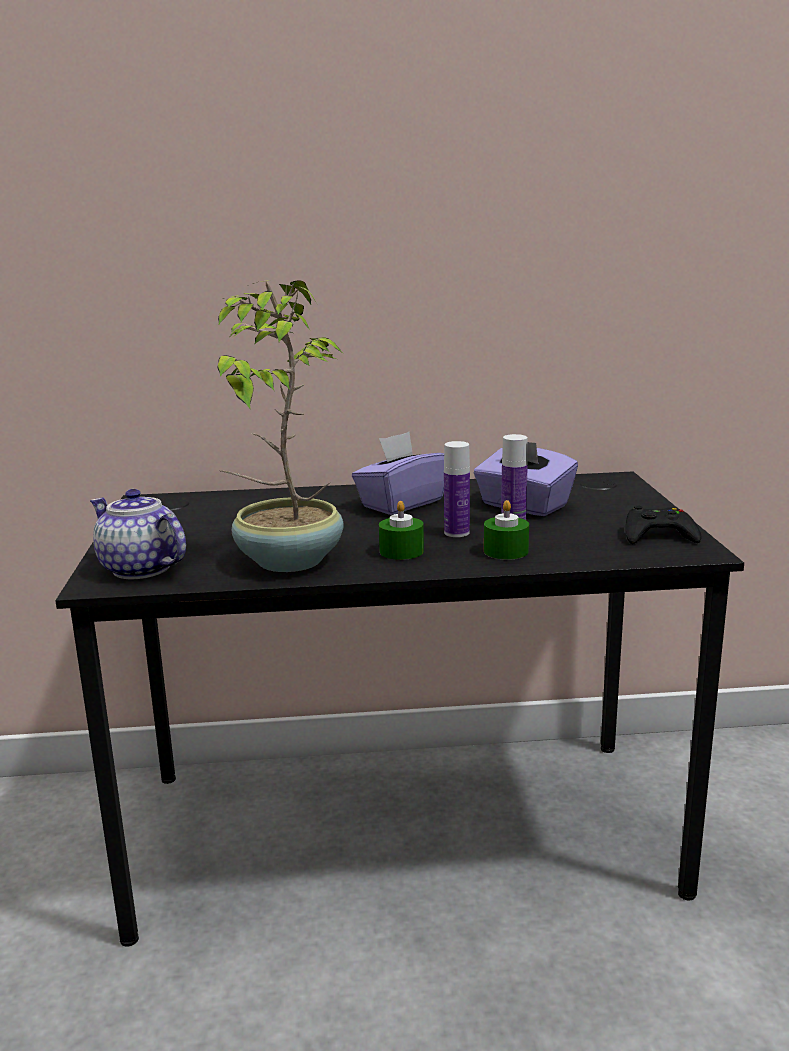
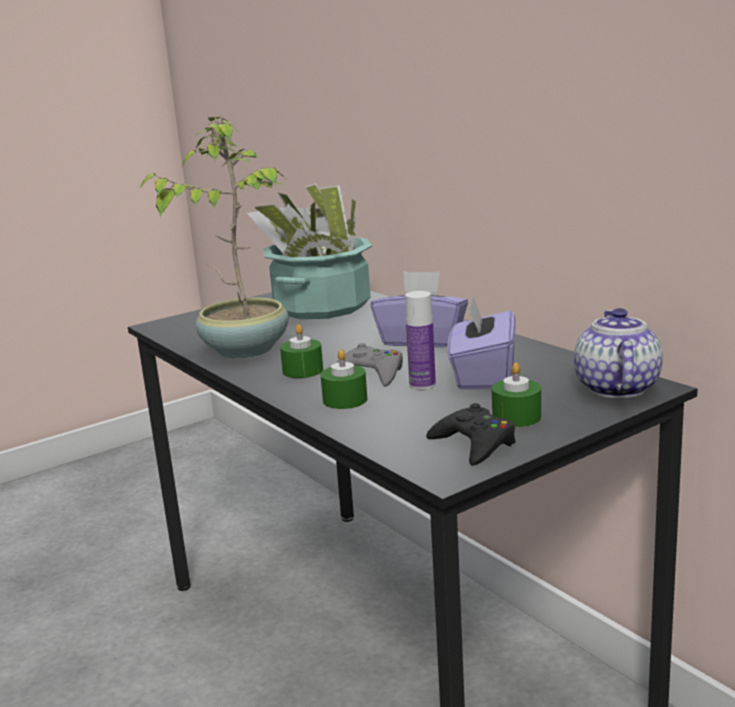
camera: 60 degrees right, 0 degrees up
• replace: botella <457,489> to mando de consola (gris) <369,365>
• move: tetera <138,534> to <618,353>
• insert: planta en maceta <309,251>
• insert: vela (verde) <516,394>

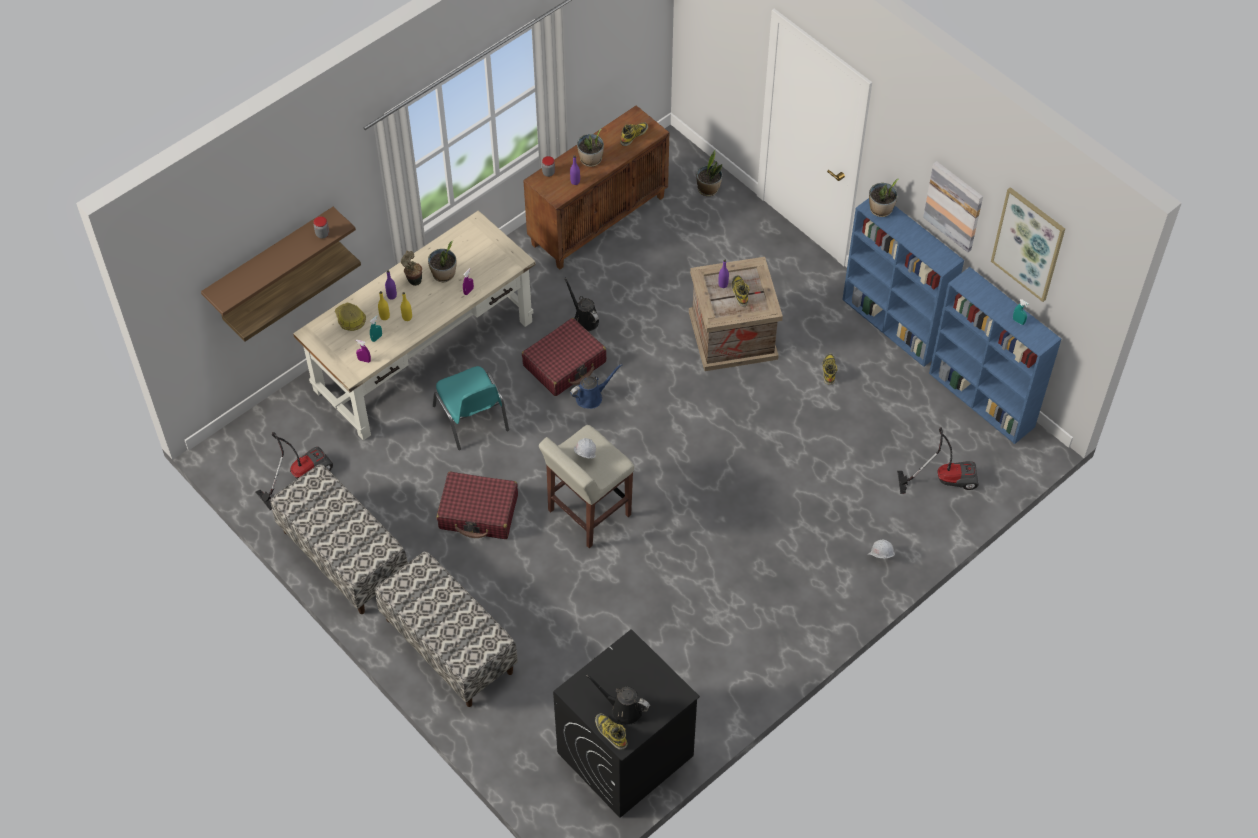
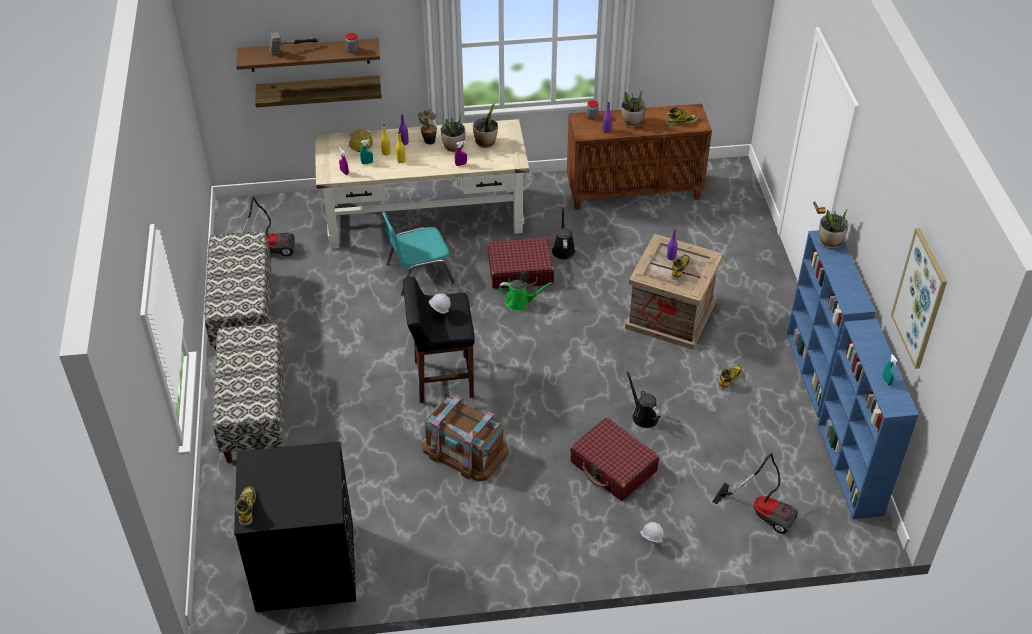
camera: 35 degrees right, 10 degrees down
• move: planta en maceta <709,173> to <485,125>
• delete: cuadro <953,206>
• recolor: regadera (azul) <596,386> to regadera (verde) <526,295>
• rotate: silla (turquesa) <471,408> = <418,254> 60 degrees clockwise
• recolor: taburete (beis) <586,486> to taburete (negro) <439,340>
• move: maleta (rojo) <477,505> to <614,459>
• move: regadera (negro) <618,700> to <643,399>
• insert: martillo <295,43>
• insert: caja de almacenaje (marrón) <465,439>

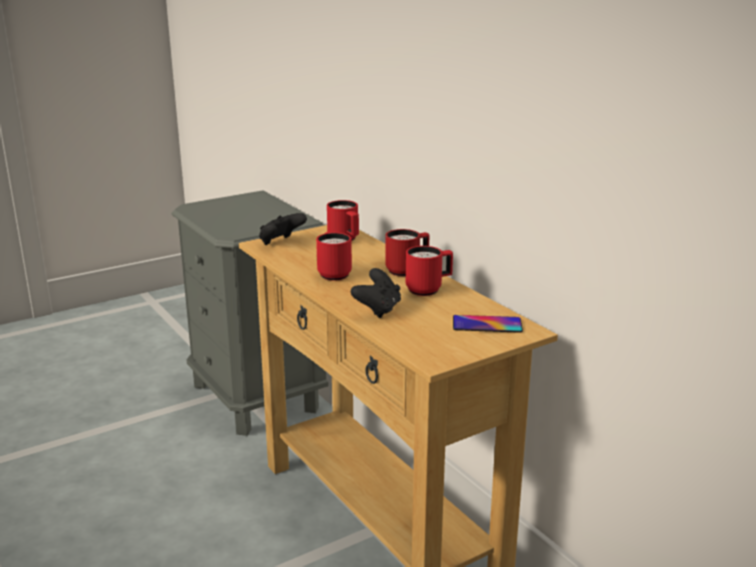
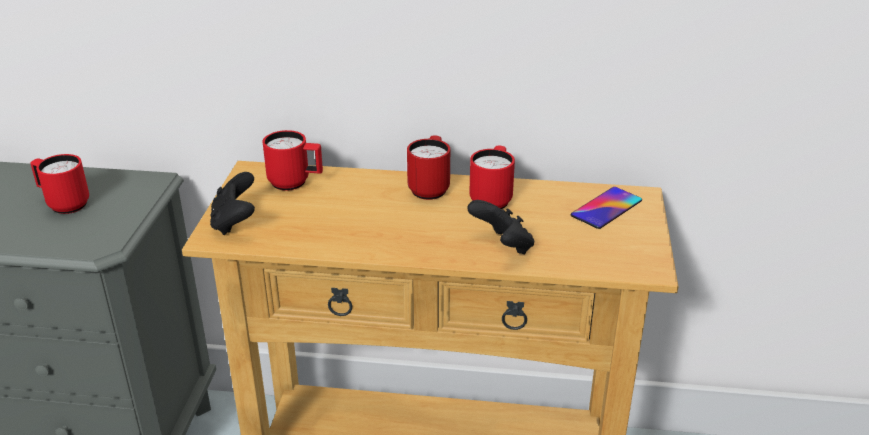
camera: 50 degrees left, 10 degrees up
• move: taza grande (rojo) <334,256> to <59,184>

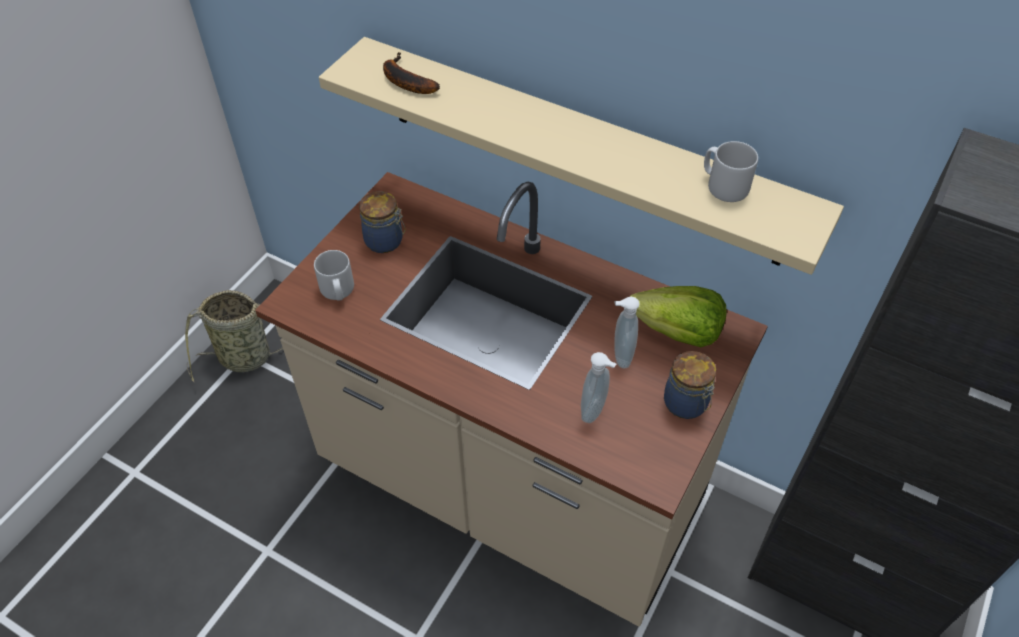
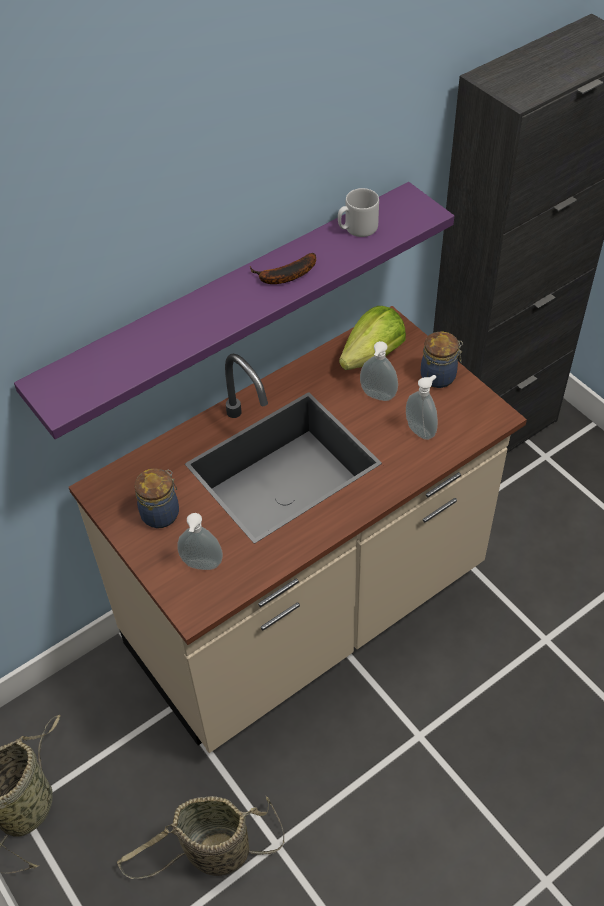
camera: 65 degrees left, 0 degrees up
• recolor: estante (beis) <581,156> to estante (morado) <234,310>
• move: plátano <411,73> to <283,268>
• replace: taza grande (gris) <334,275> to dispensador de jabón <200,541>
• insert: cesta <201,837>

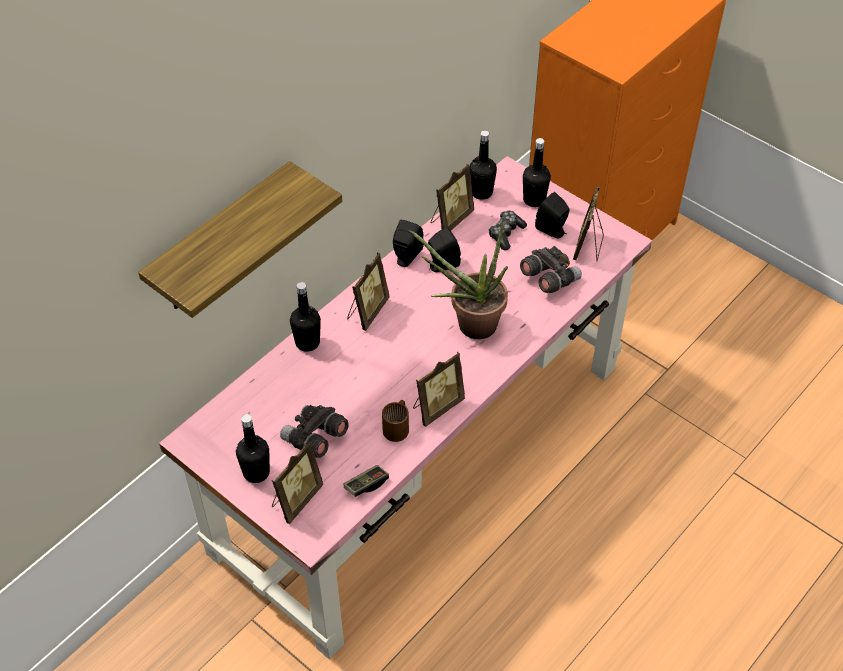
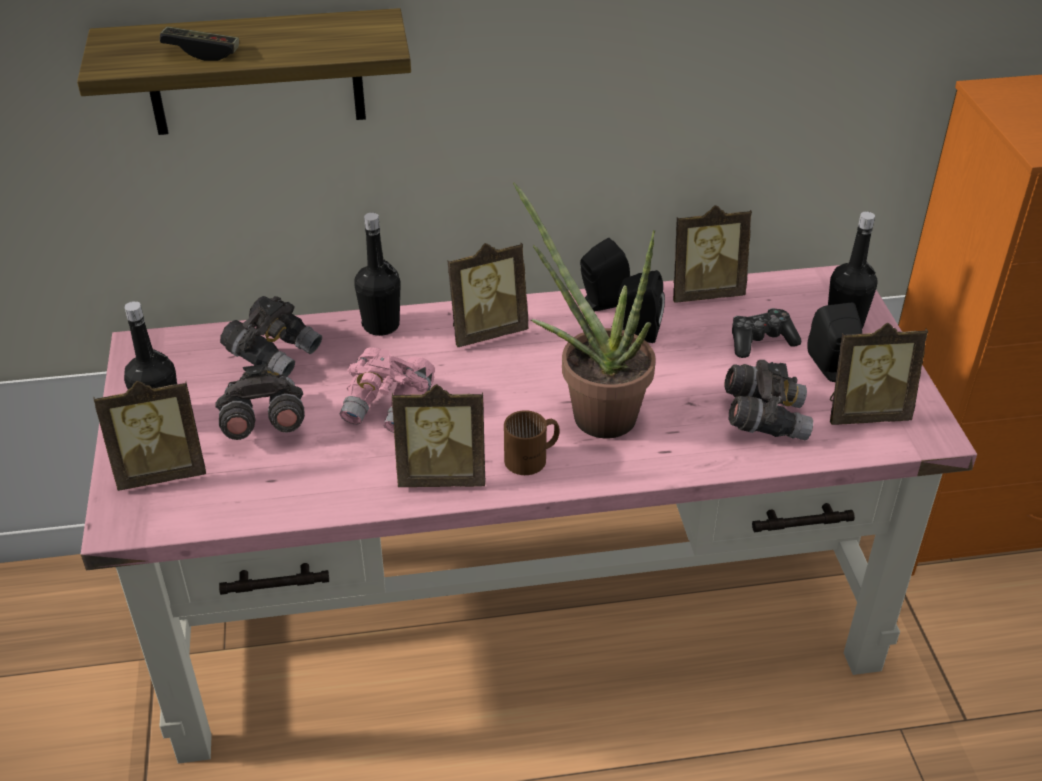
camera: 40 degrees right, 10 degrees down
• delete: botella (negro) <483,165>
• rotate: portarretratos <588,224> = <879,374> 150 degrees counterclockwise
• move: taza grande (marrón) <395,421> to <532,442>
• move: mando de consola <366,481> to <199,43>
• insert: prismáticos (gris) <271,336>
• insert: prismáticos (rosa) <387,390>

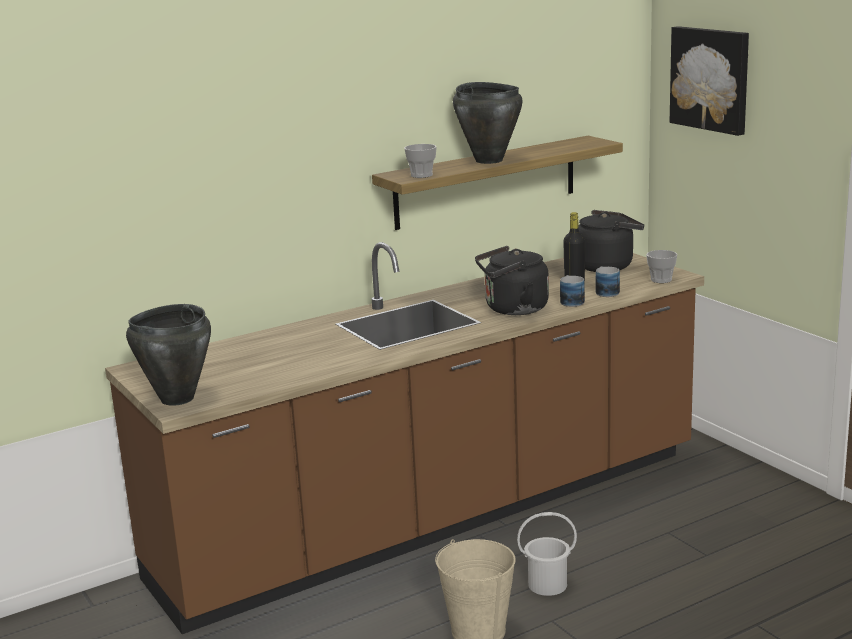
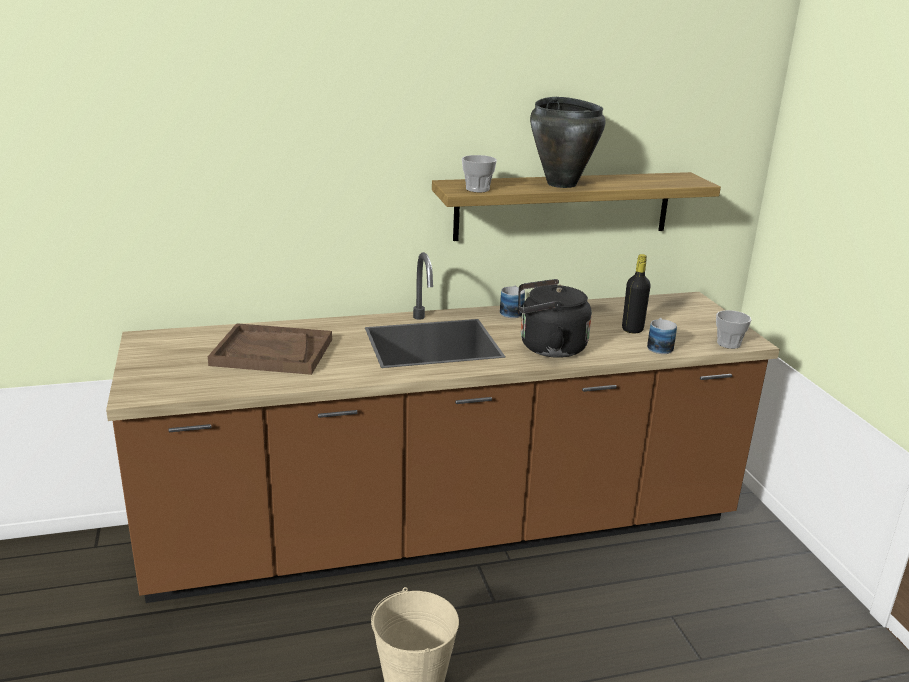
camera: 15 degrees right, 5 degrees up
• delete: cuadro <709,81>
• delete: hervidor (negro) <611,241>
• move: taza grande <572,291> to <512,301>
• delete: olla (negro) <168,355>
• delete: cubo (blanco) <547,554>
• insert: bandeja (marrón) <270,349>

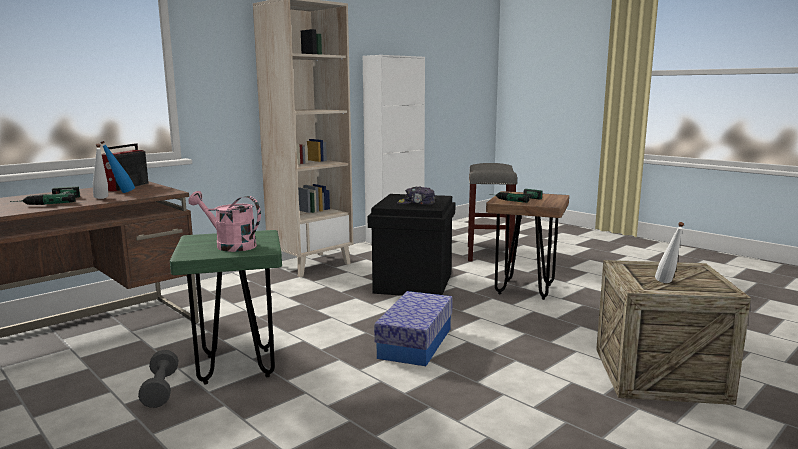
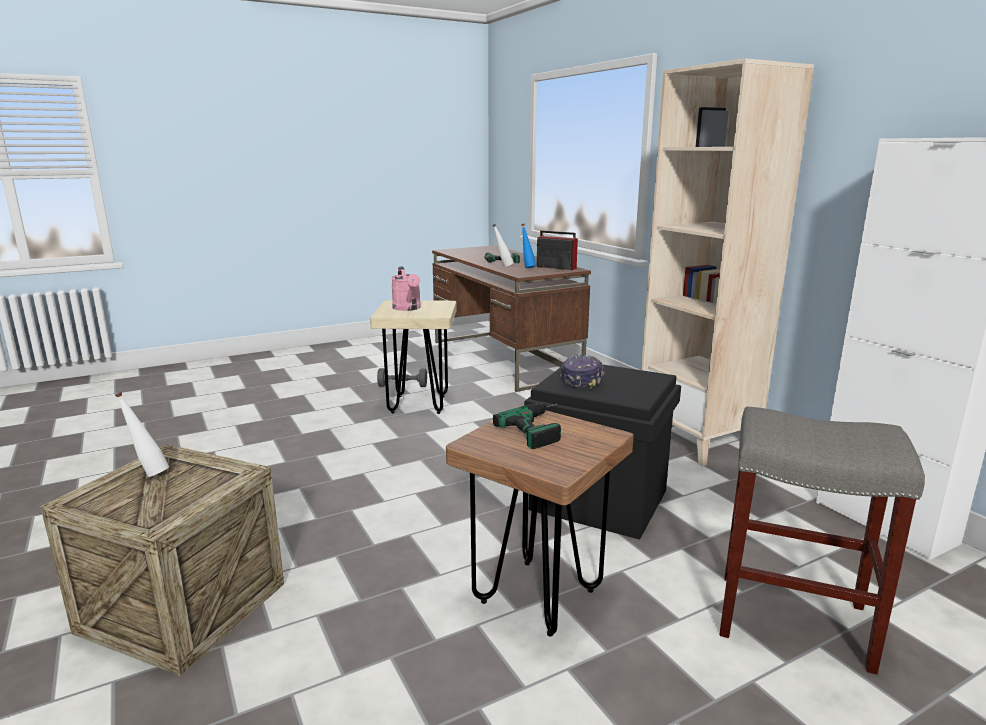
camera: 105 degrees right, 5 degrees up
• rotate: regadera (rosa) <224,221> = <406,289> 120 degrees clockwise
• recolor: taburete (verde) <226,307> to taburete (beis) <413,357>
• delete: caja de almacenaje <413,328>

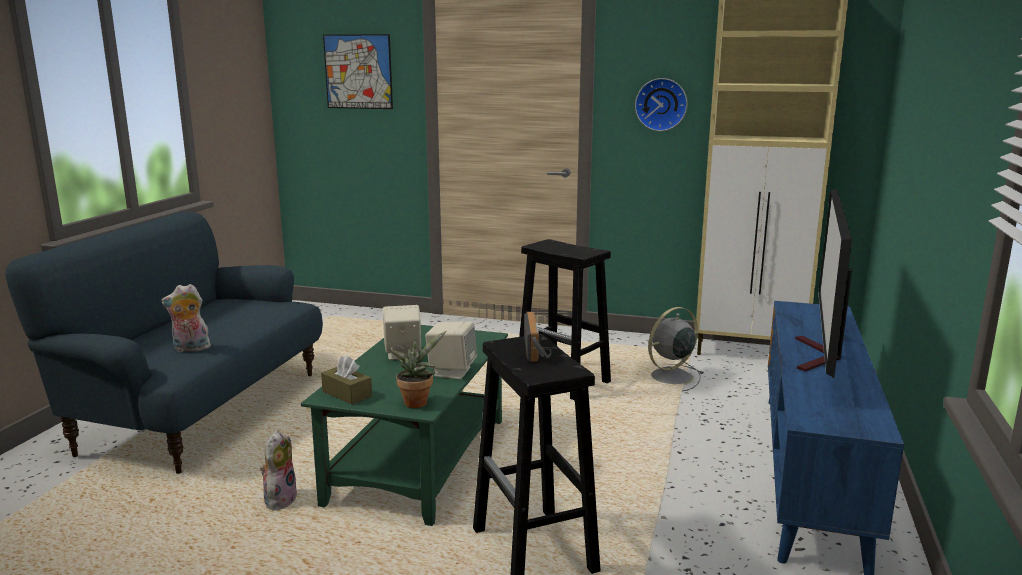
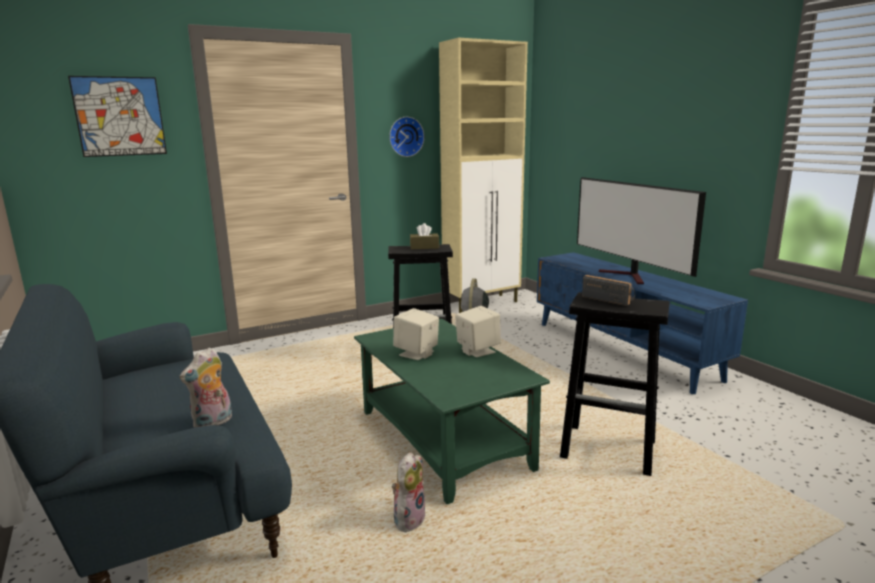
camera: 45 degrees left, 0 degrees up
• delete: planta en maceta <417,369>
• move: caja de pañuelos (marrón) <346,380> to <424,236>
• rotate: peluche <278,471> = <408,492> 60 degrees clockwise

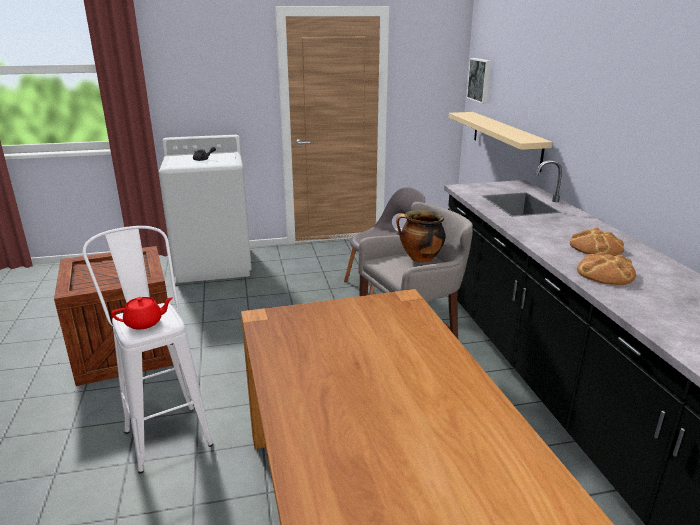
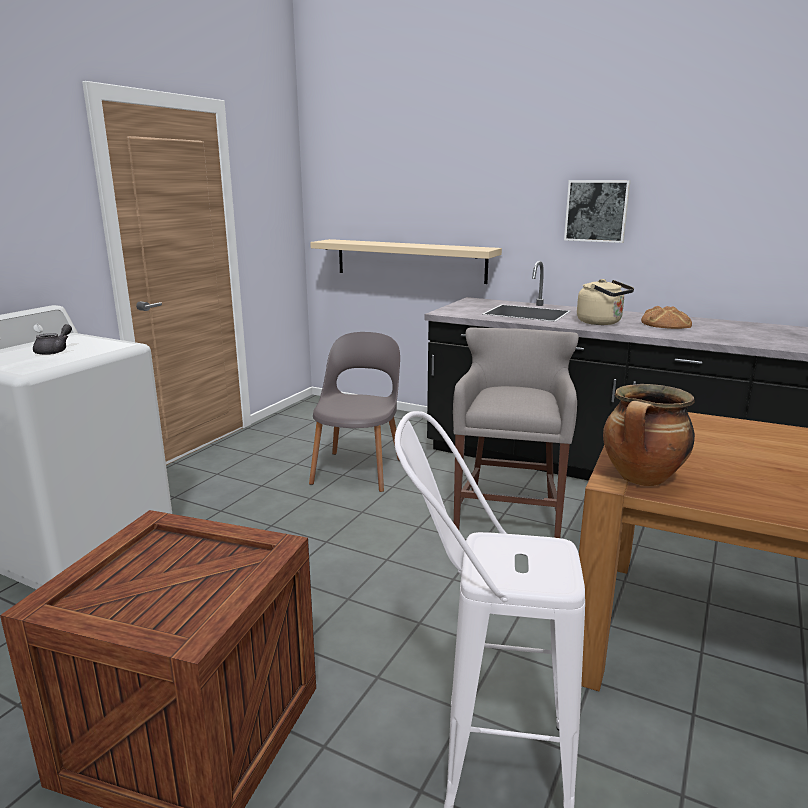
camera: 50 degrees left, 5 degrees down
• move: cuadro <478,81> to <597,211>
• move: olla <420,236> to <649,435>
• delete: pan <606,268>
• delete: tetera (rojo) <142,313>
• insert: hervidor (beis) <605,302>

